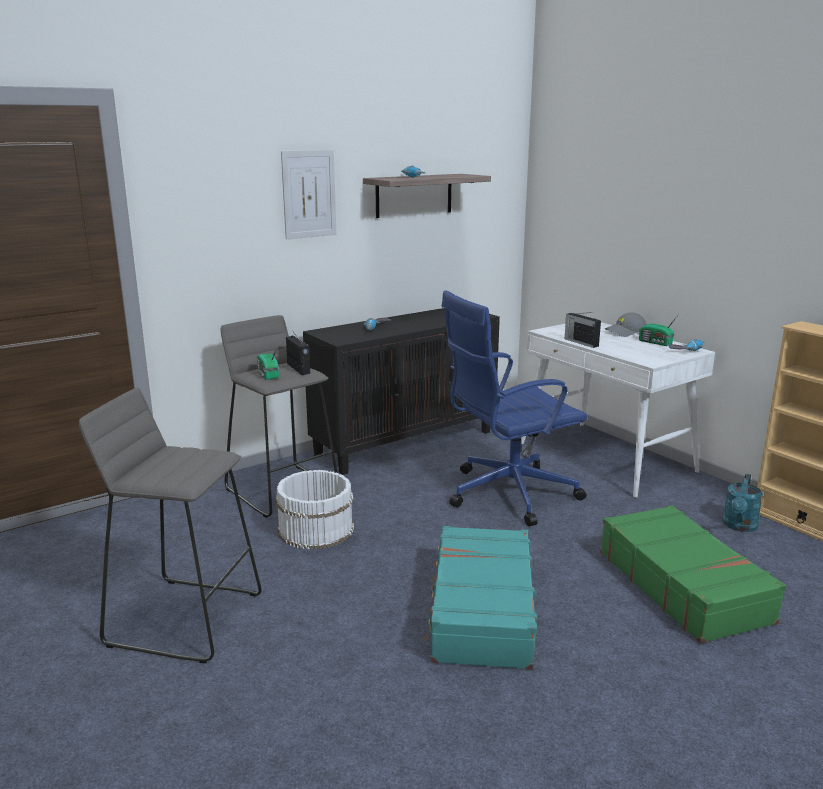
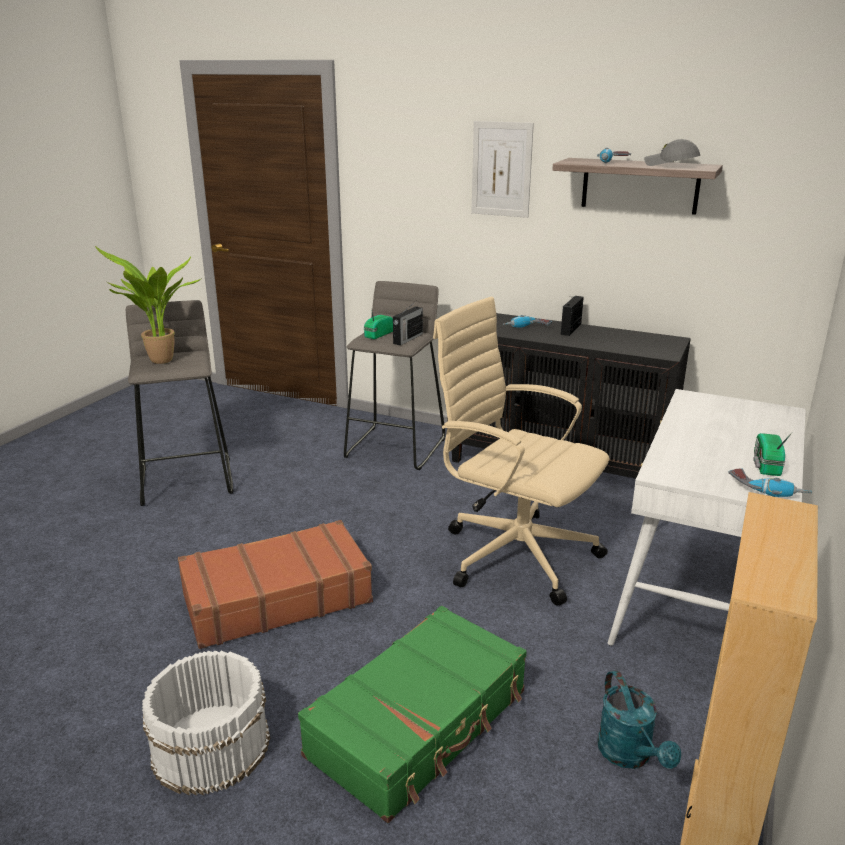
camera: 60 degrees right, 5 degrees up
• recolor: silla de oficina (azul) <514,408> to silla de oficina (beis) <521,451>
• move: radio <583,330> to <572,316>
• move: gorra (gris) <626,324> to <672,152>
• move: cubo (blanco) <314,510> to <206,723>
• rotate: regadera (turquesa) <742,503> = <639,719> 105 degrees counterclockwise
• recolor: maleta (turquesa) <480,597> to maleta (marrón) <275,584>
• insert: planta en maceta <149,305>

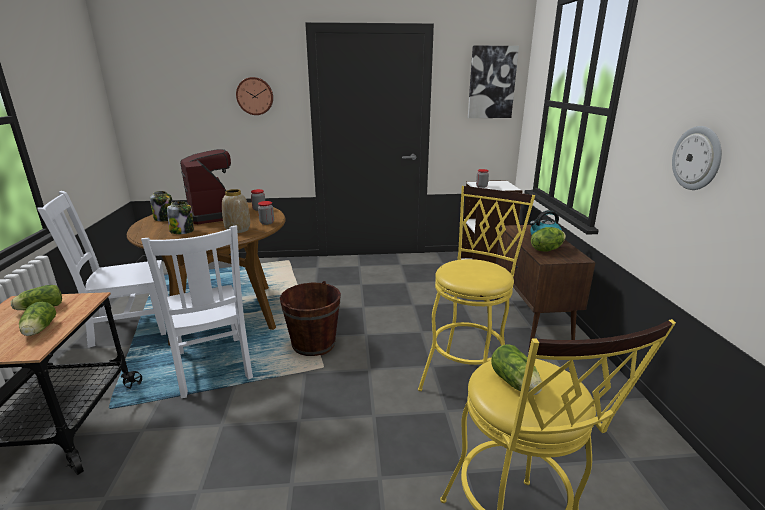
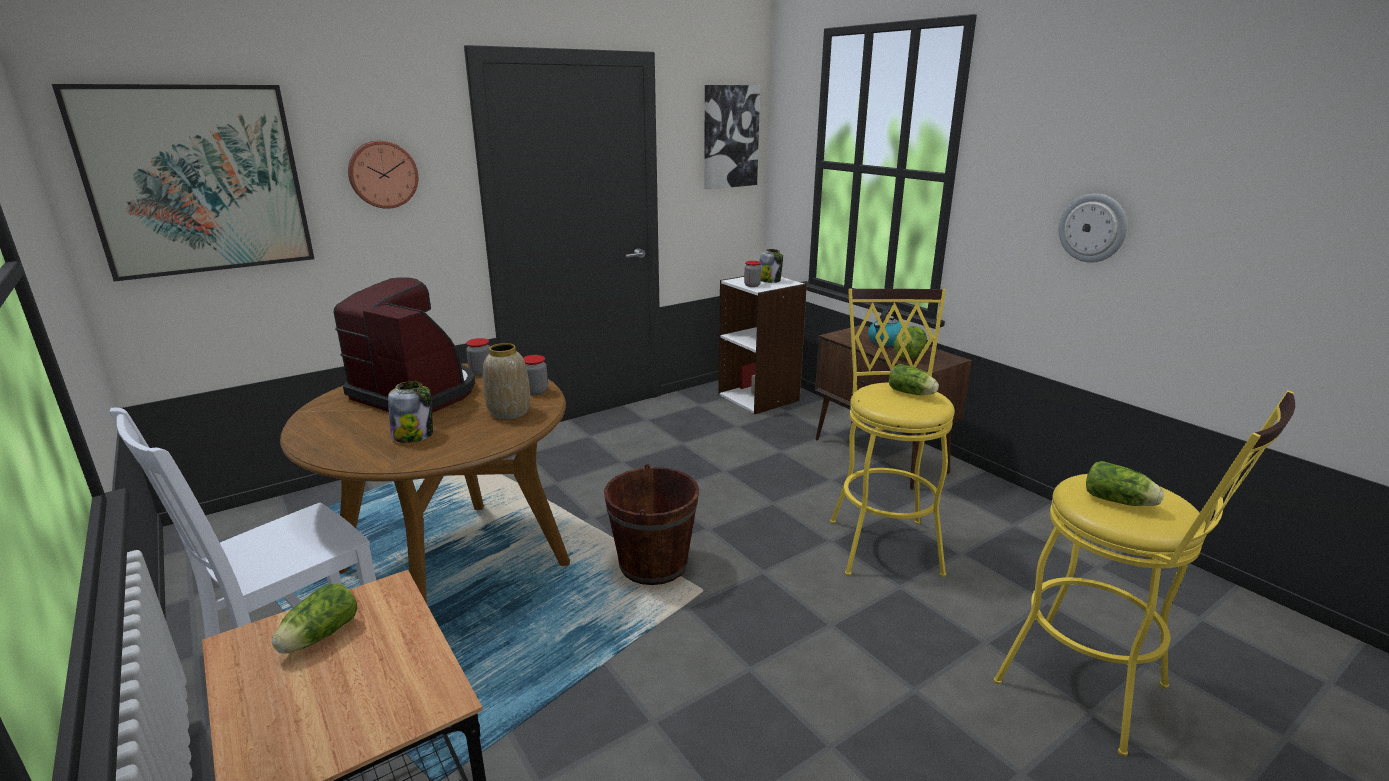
camera: 30 degrees left, 0 degrees up
• move: tarro <161,206> to <771,266>
• delete: silla (blanco) <197,311>
• move: lechuga <37,319> to <914,379>
• insert: cuadro <183,183>

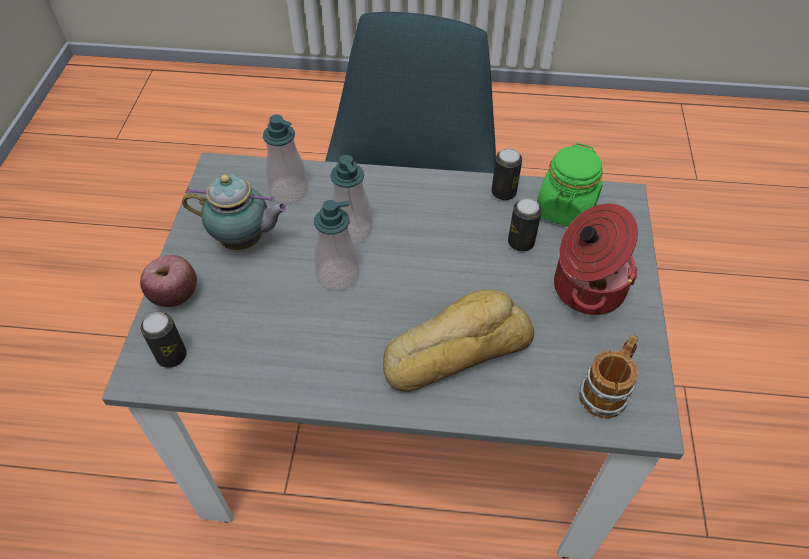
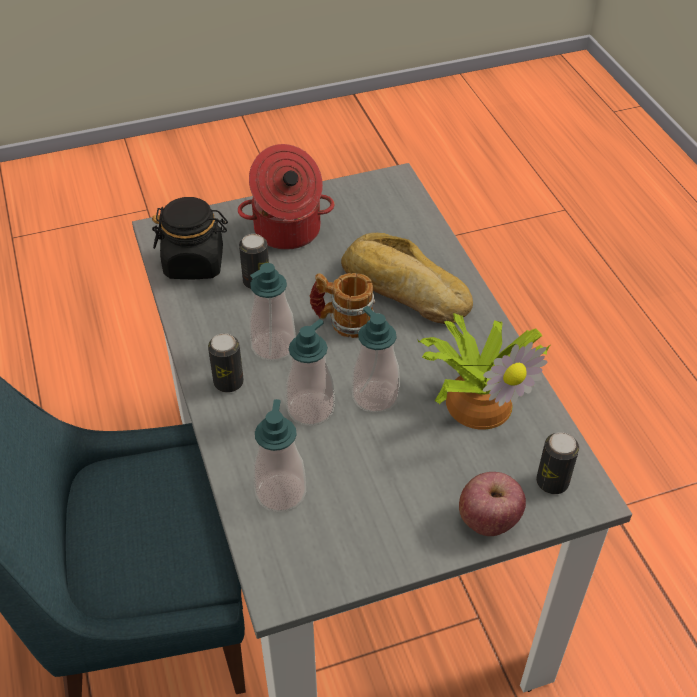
camera: 115 degrees left, 5 degrees down
• recolor: tarro (verde) <570,185> to tarro (negro) <190,238>
• move: lata <506,174> to <226,363>
• delete: tetera <235,212>
• move: taza grande <608,376> to <342,305>
• insert: dispensador de jabón <272,312>
• insert: planta en maceta <484,371>

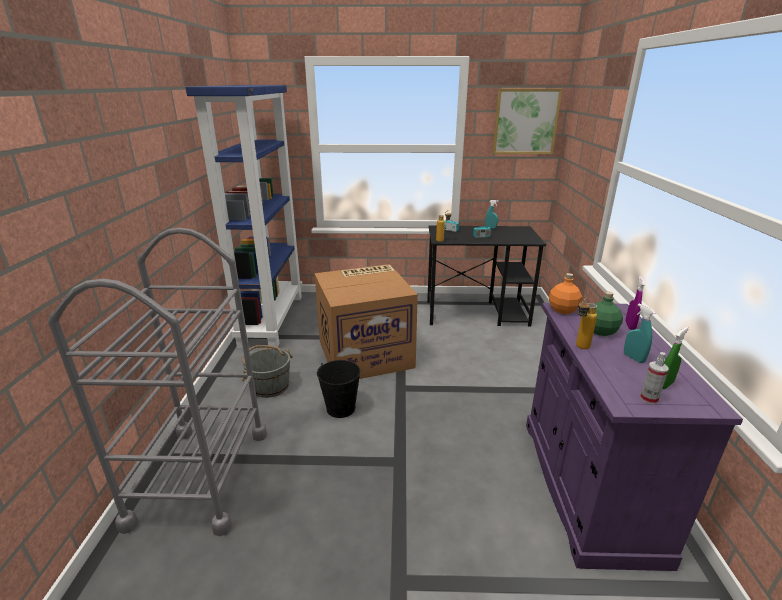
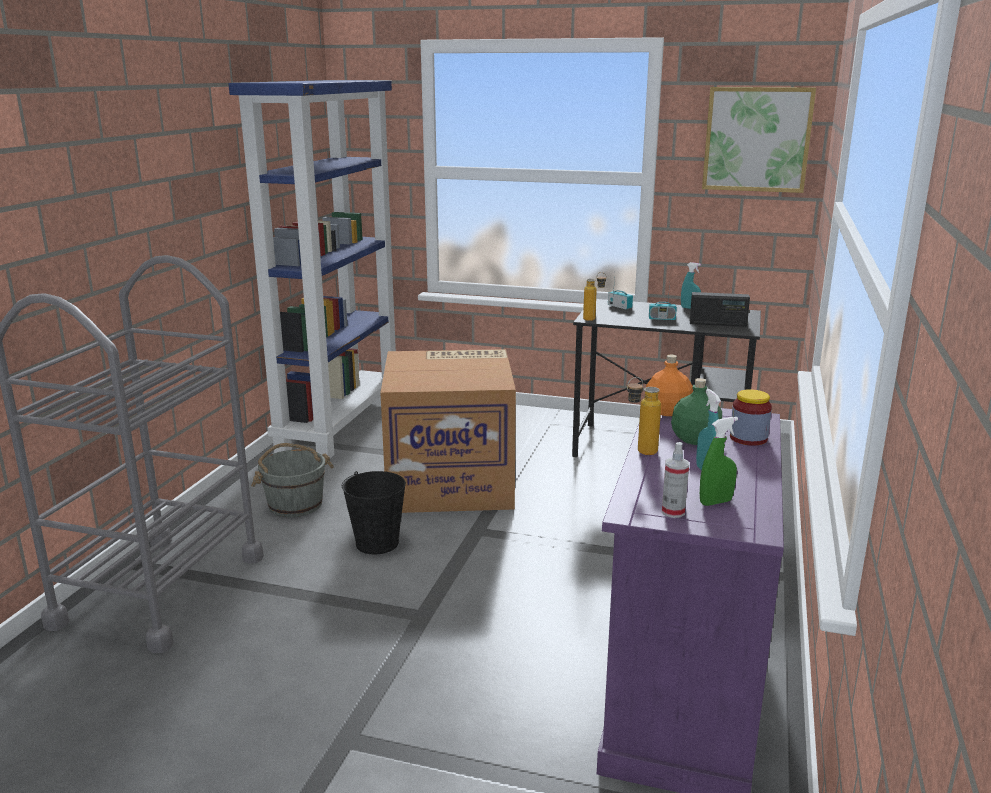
camera: 15 degrees right, 5 degrees down
• replace: pulverizador (morado) <635,303> to tarro <751,417>
• insert: radio <720,309>

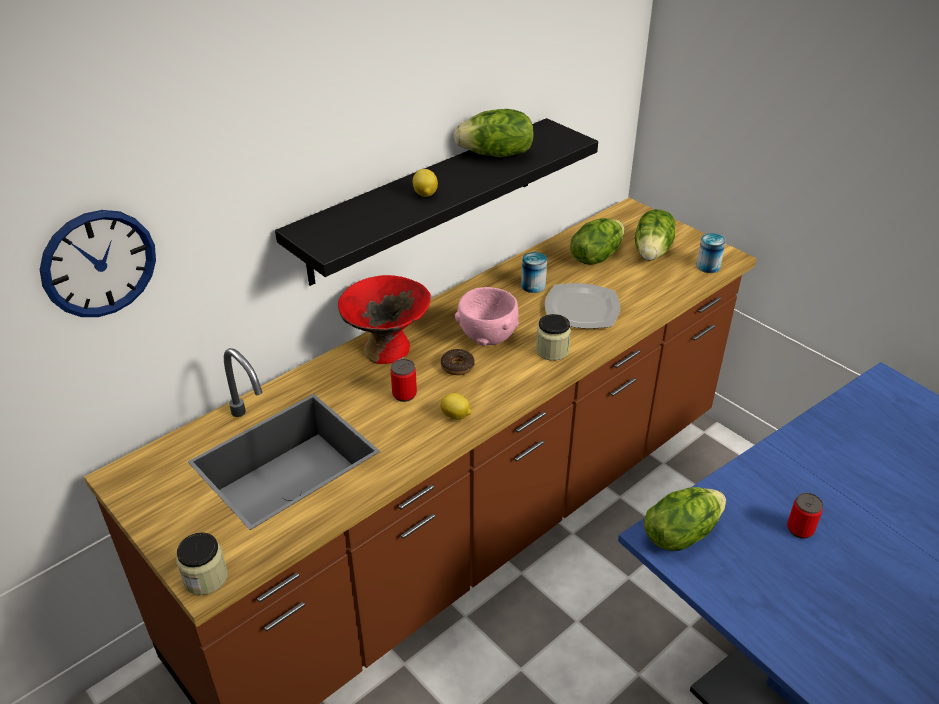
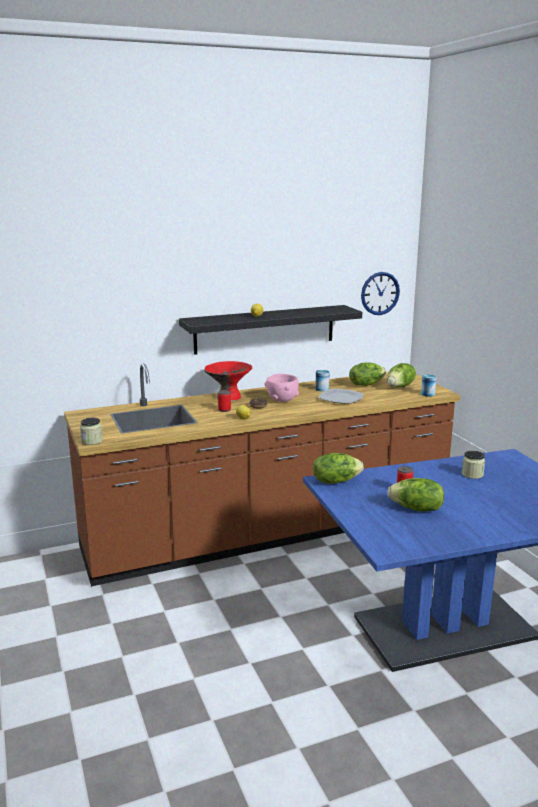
camera: 20 degrees right, 20 degrees down
• move: lechuga <494,133> to <415,495>
• move: reloj de pared <98,263> to <380,293>
• move: tarro <553,337> to <473,465>

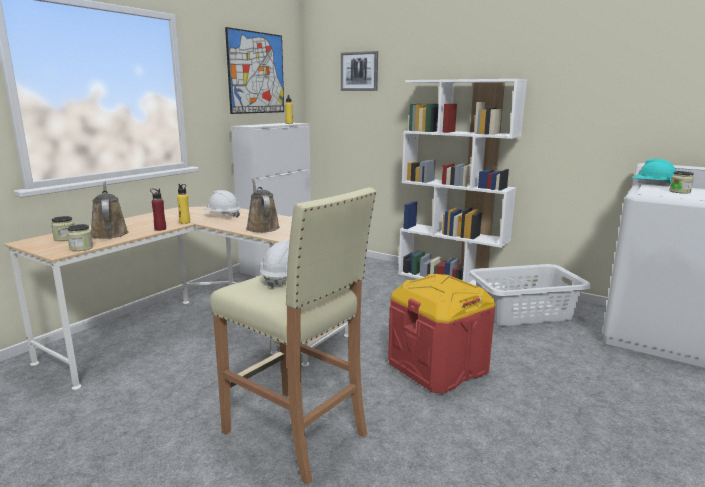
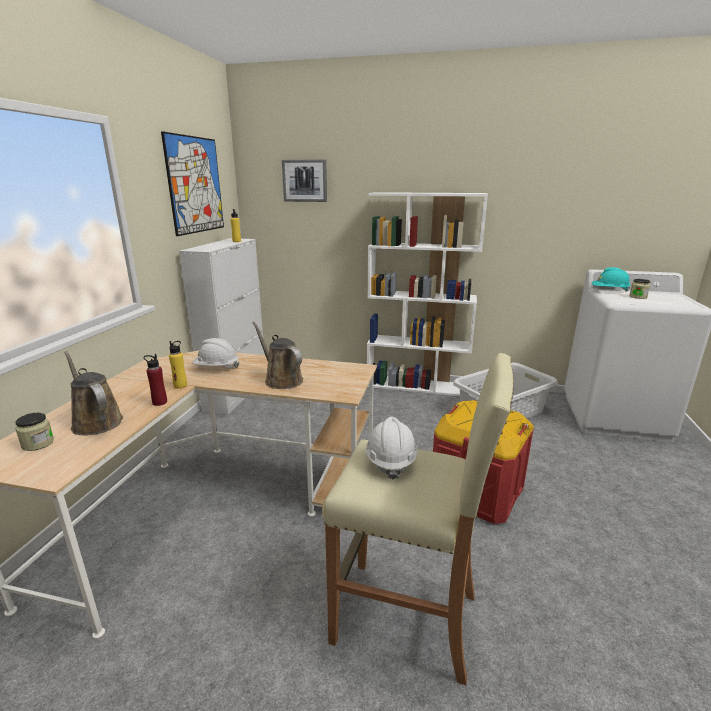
camera: 20 degrees left, 5 degrees up
• delete: tarro <80,237>

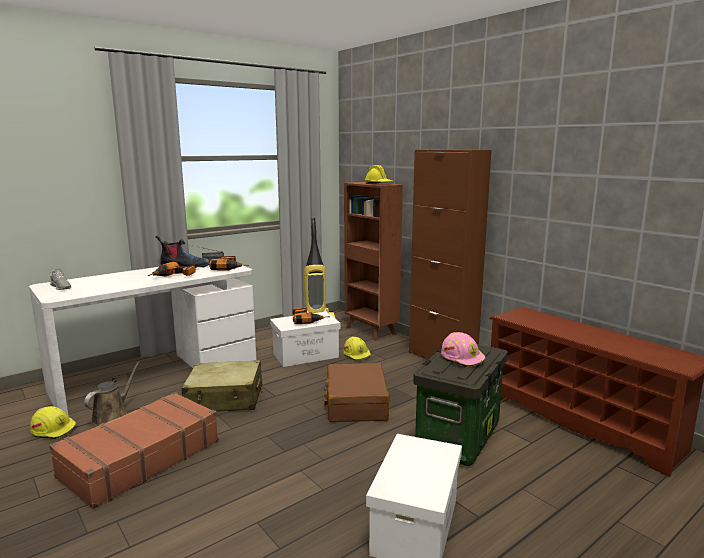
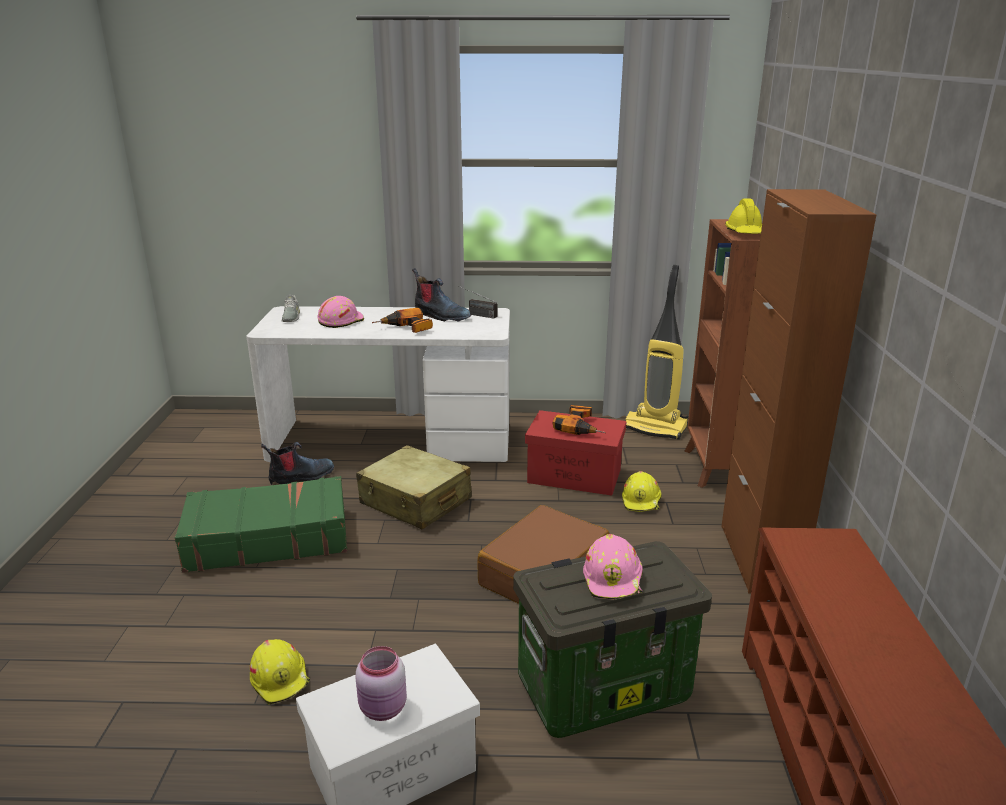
camera: 40 degrees right, 10 degrees up
• delete: taladro <228,263>
• recolor: caja de almacenaje (blanco) <305,339> to caja de almacenaje (rojo) <576,453>
• replace: regadera (marrón) <112,393> to bota <297,463>
• recolor: maleta (marrón) <134,450> to maleta (verde) <261,524>
• move: casco (amarillo) <53,422> to <280,672>
• insert: casco (rosa) <340,312>
• insert: tarro (rosa) <381,683>

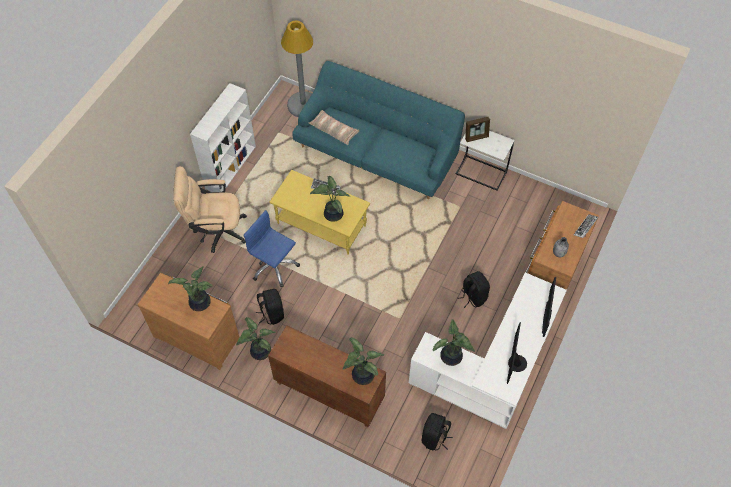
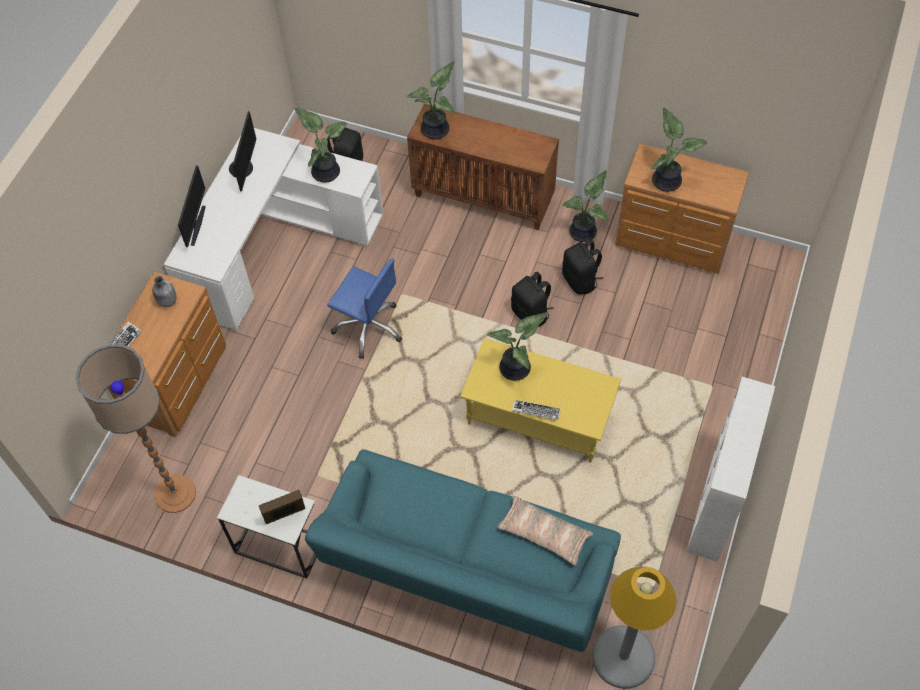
camera: 175 degrees right, 0 degrees up
• delete: silla de oficina (beis) <210,209>
• move: silla de oficina (azul) <272,248> to <364,309>
• move: mochila (negro) <473,289> to <532,299>
• insert: lámpara de pie <135,428>

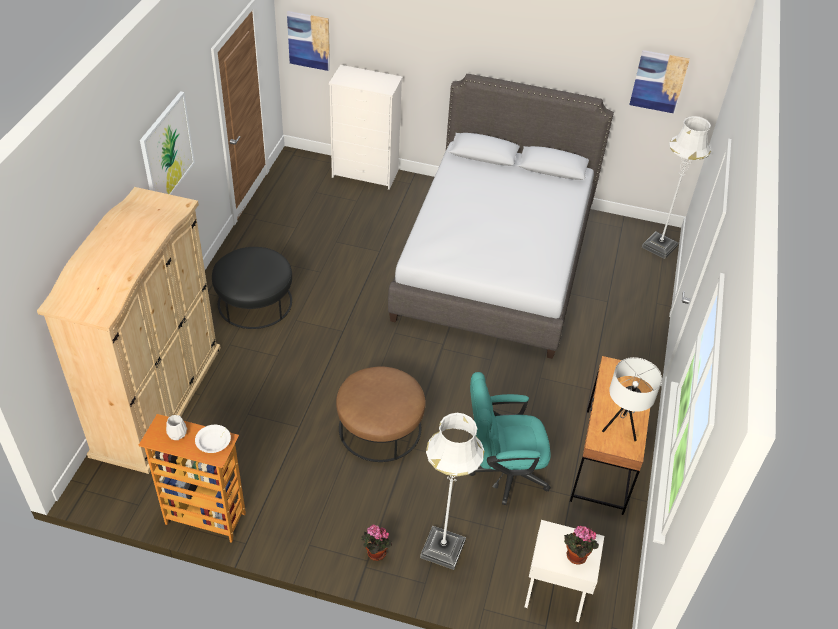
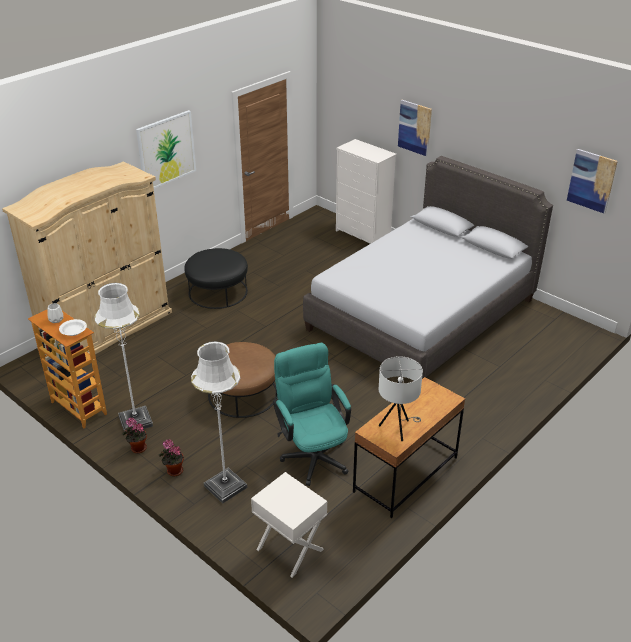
camera: 30 degrees right, 10 degrees down
• move: cuadro <308,41> to <415,128>
• move: lámpara de pie (blanco) <676,187> to <124,357>
• rotate: silla de oficina (turquesa) <510,438> = <312,414> 45 degrees clockwise
• move: planta en maceta <581,545> to <134,435>

